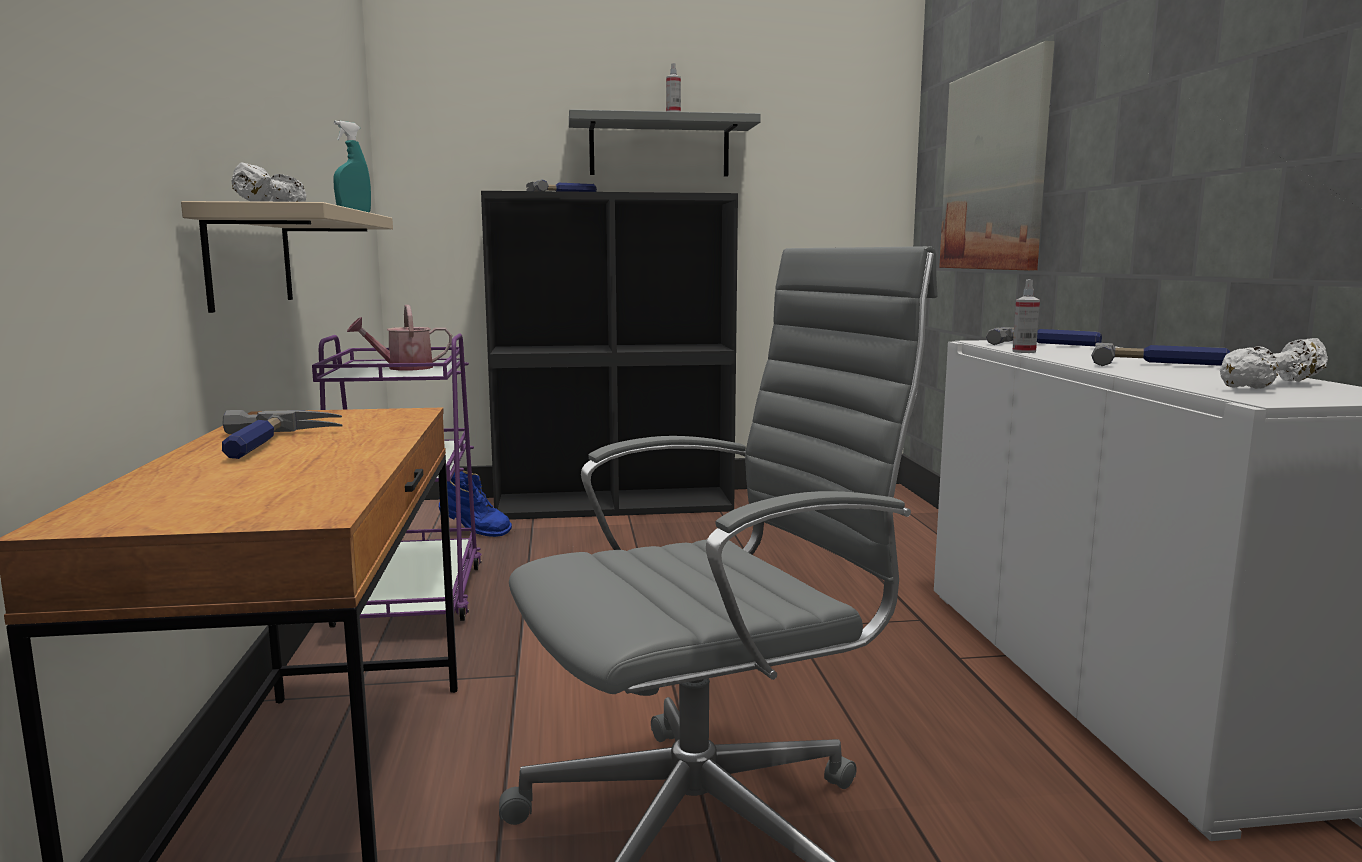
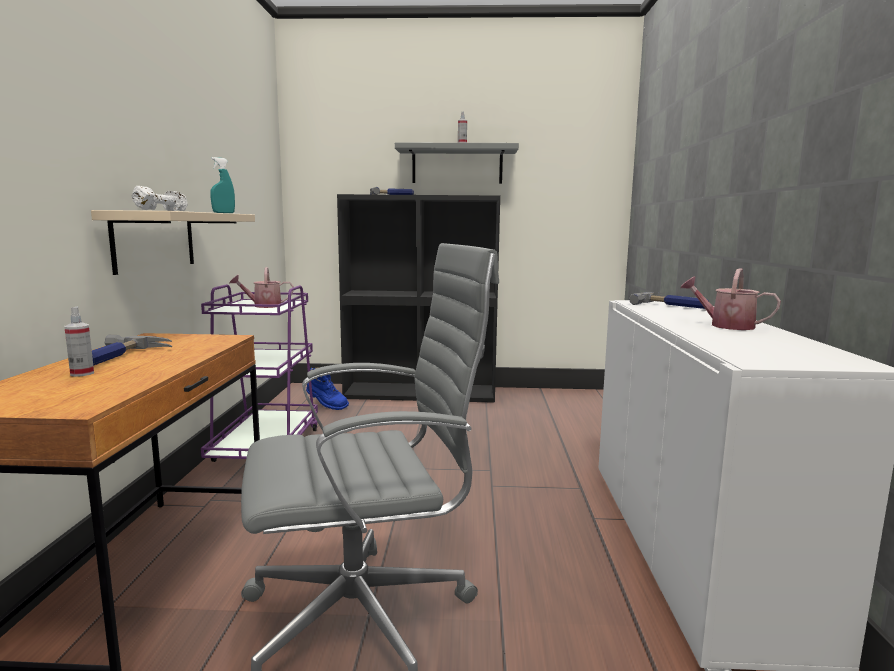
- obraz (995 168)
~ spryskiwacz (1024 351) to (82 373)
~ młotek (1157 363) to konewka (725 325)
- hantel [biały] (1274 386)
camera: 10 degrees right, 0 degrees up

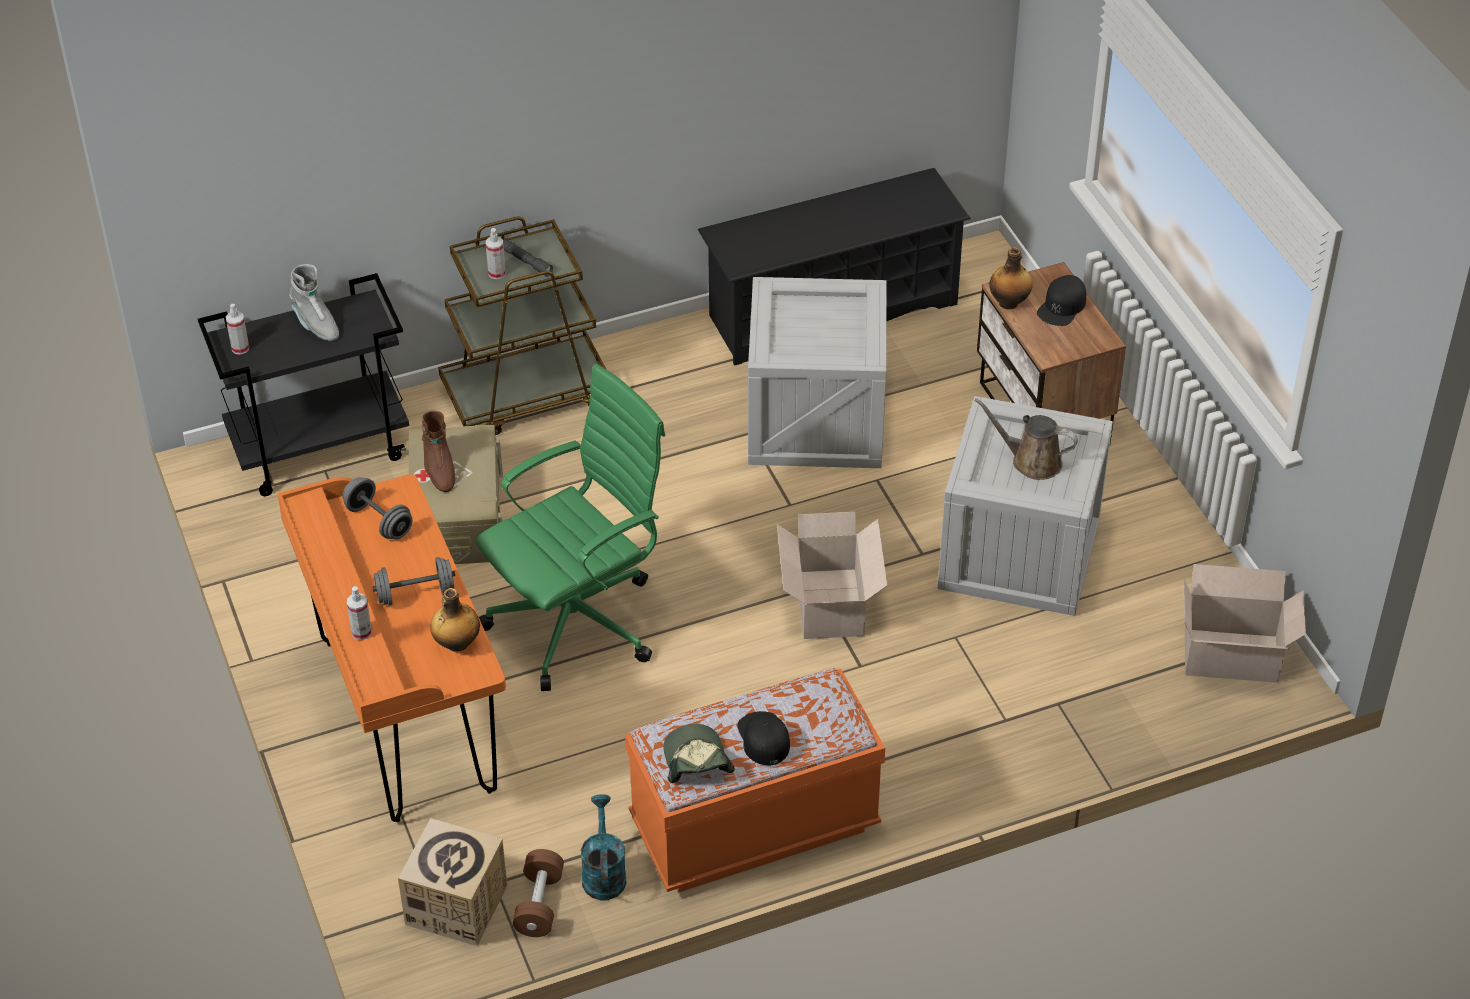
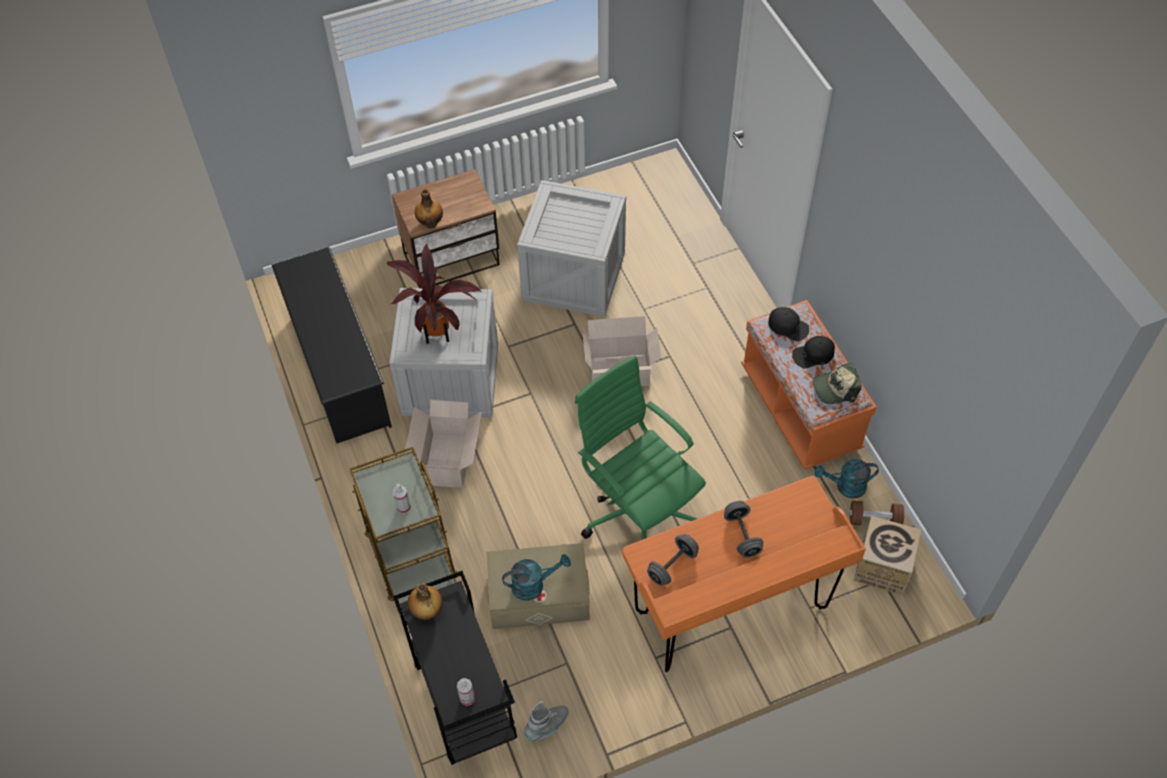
~ but z cholewką [szary] (315 324) to (547 726)
- spryskiwacz (361 632)
~ but z cholewką [brązowy] (439 470) to konewka [turkusowy] (534 584)
~ butelka (456 644) to (427 611)
- latarka [szary] (526 262)
- konewka [brązowy] (1031 461)
~ czapka z daszkiem [czarny] (1062 306) to (788 326)
~ karton (1234 656) to (448 459)
+ roślina doniczkowa (439 331)
camera: 90 degrees left, 10 degrees up

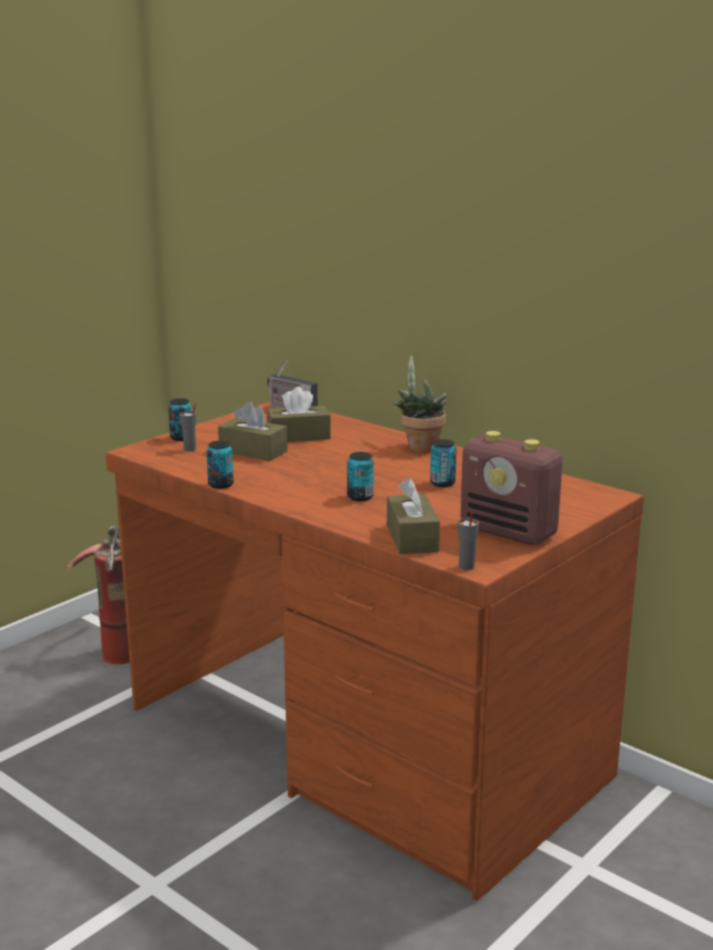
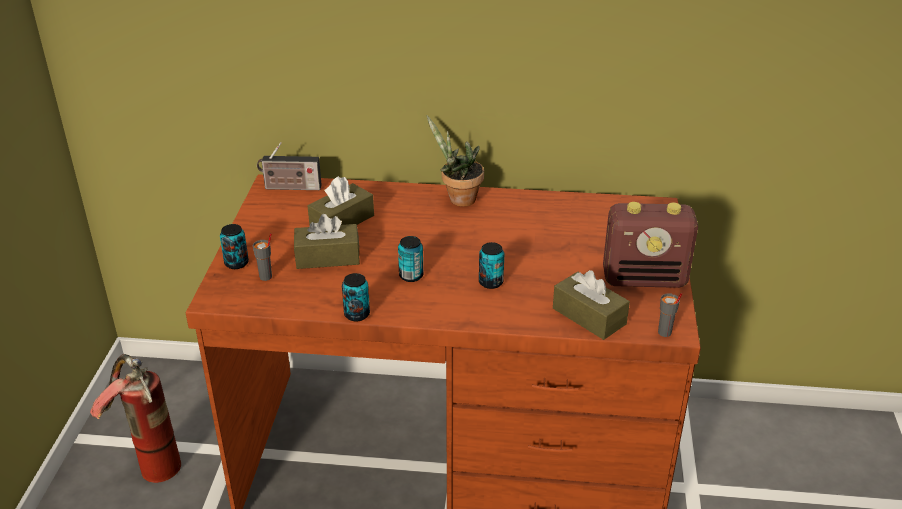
~ puszka (442 483) to (411 276)
camera: 35 degrees left, 15 degrees up

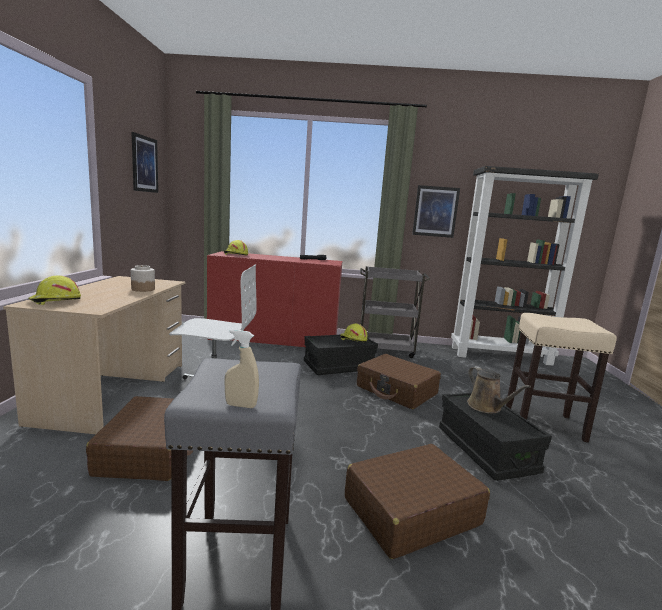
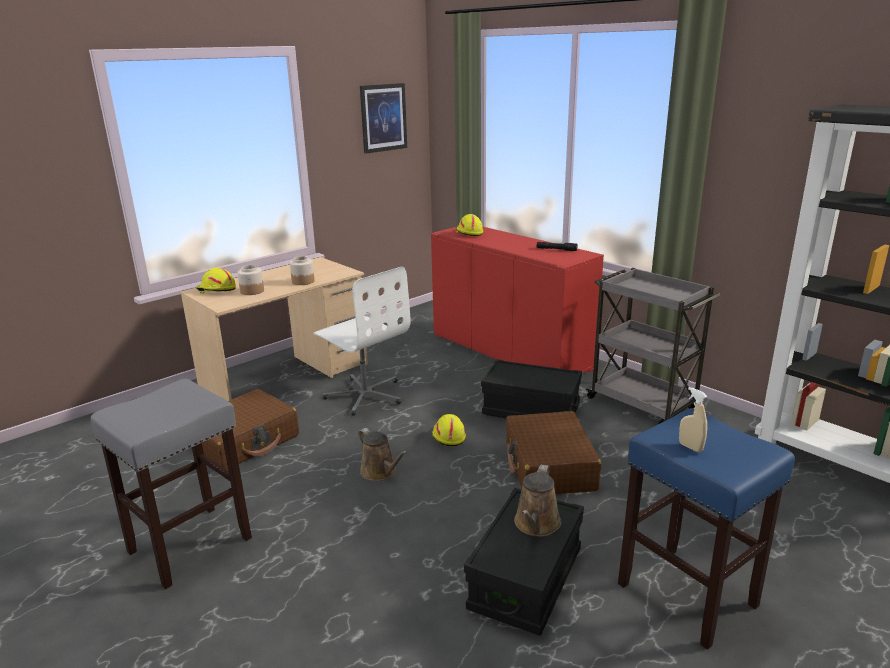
~ spryskiwacz [beżowy] (241 405) to (690 447)
~ kask [żółty] (353 339) to (448 436)
- walizka [brązowy] (411 511)
- obraz (435 211)
~ stołek [beżowy] (544 424) to stołek [niebieski] (688 595)
+ słoik (252 291)
+ konewka [brązowy] (380 472)
camera: 45 degrees right, 10 degrees up

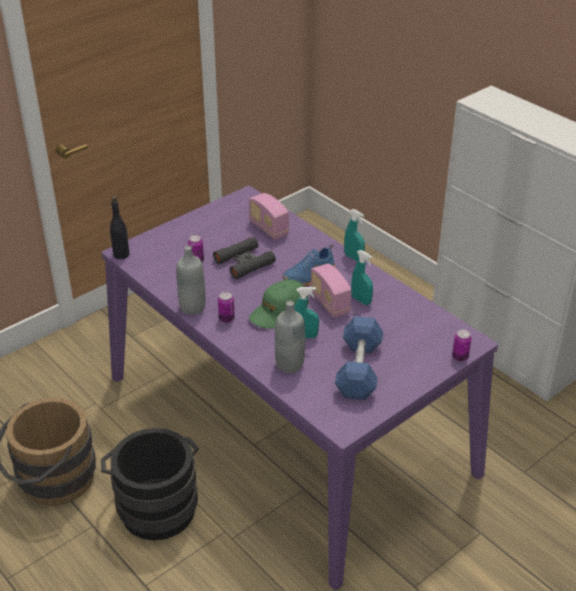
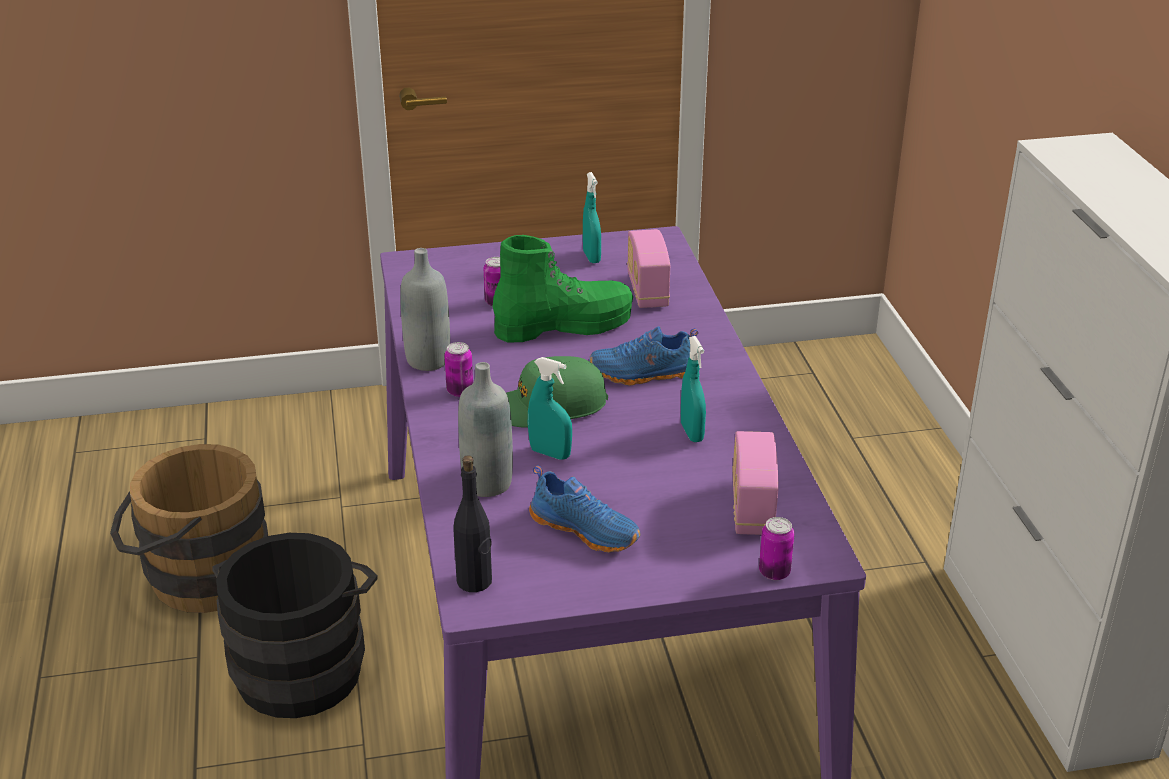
~ butelka [czarny] (121 254) to (474 581)
~ lornetka [czarny] (244 263) to but z cholewką [zielony] (563 325)
~ radio (329 303) to (752 508)
~ hantel [niebieski] (359 369) to but [niebieski] (586 529)
~ spryskiwacz [turkusowy] (353 258) to (591 257)
camera: 30 degrees right, 5 degrees down

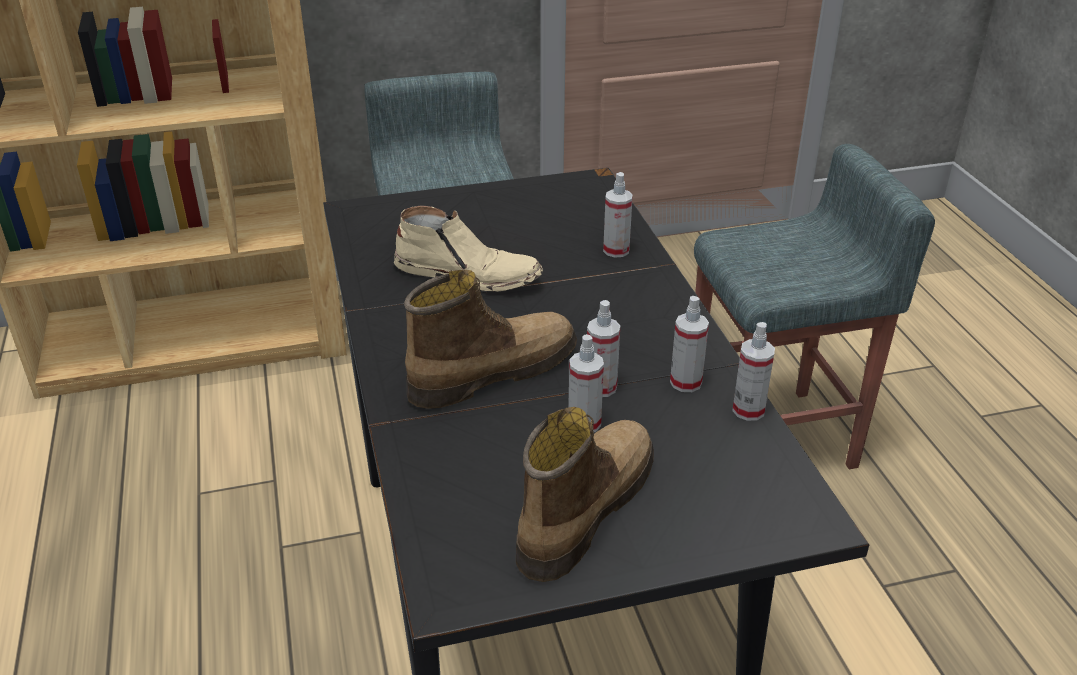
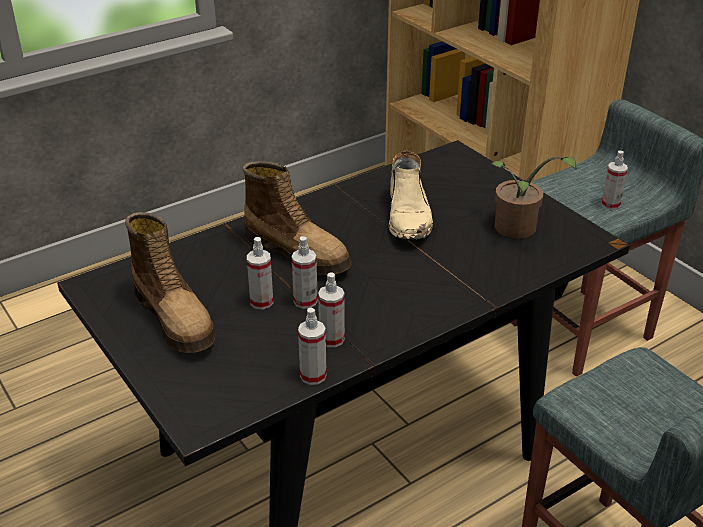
~ but z cholewką (583 509) = (176 318) 45 degrees clockwise
~ spryskiwacz (616 250) to (610 204)
+ roślina doniczkowa (518 230)
camera: 70 degrees right, 0 degrees up

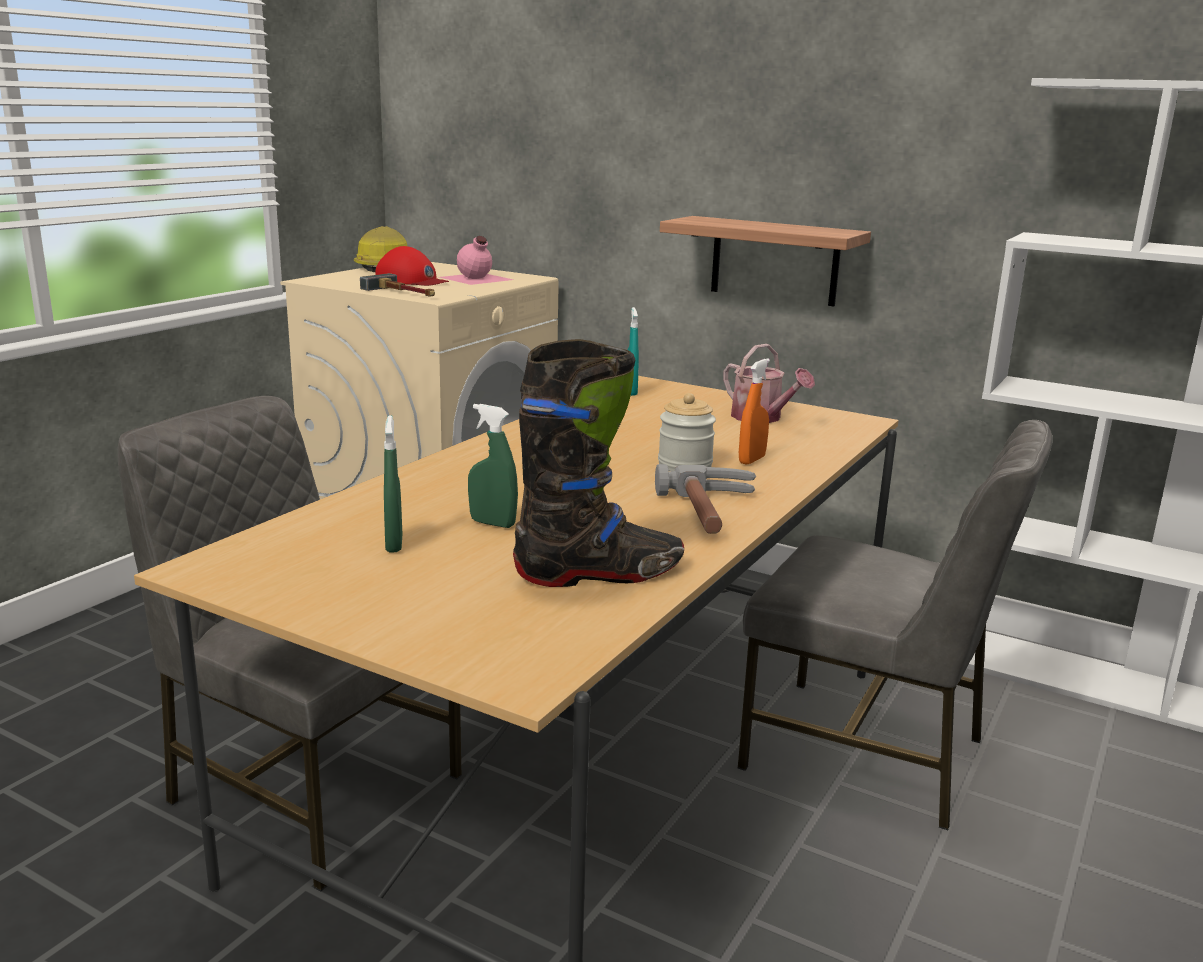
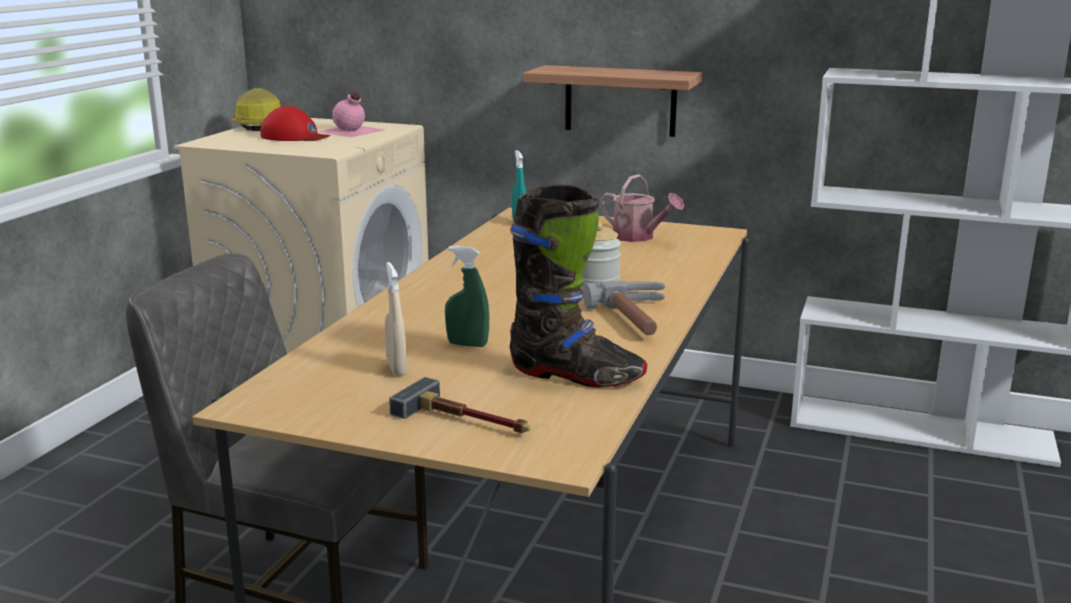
~ młotek (403 293) to (466 420)
~ spryskiwacz [zielony] (394 544) to spryskiwacz [beżowy] (396 369)
~ but z cholewką [czarny] (599 574) = (576 376) 45 degrees clockwise
- krzesło [szary] (868 753)
- spryskiwacz [pomarańczowy] (751 460)
camera: 10 degrees left, 0 degrees up

